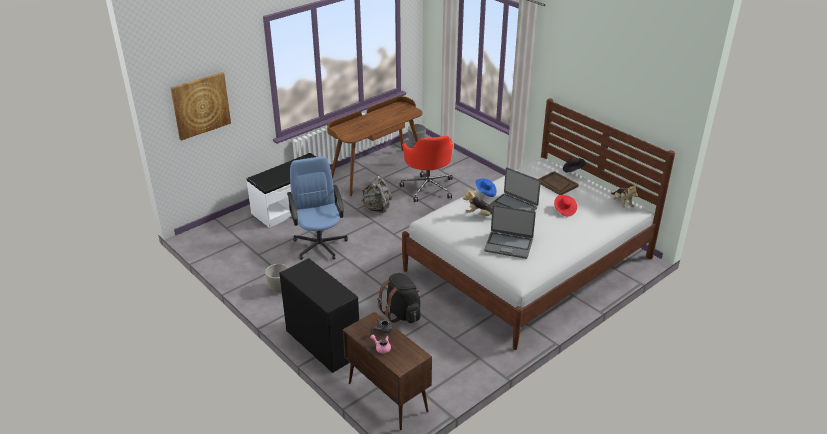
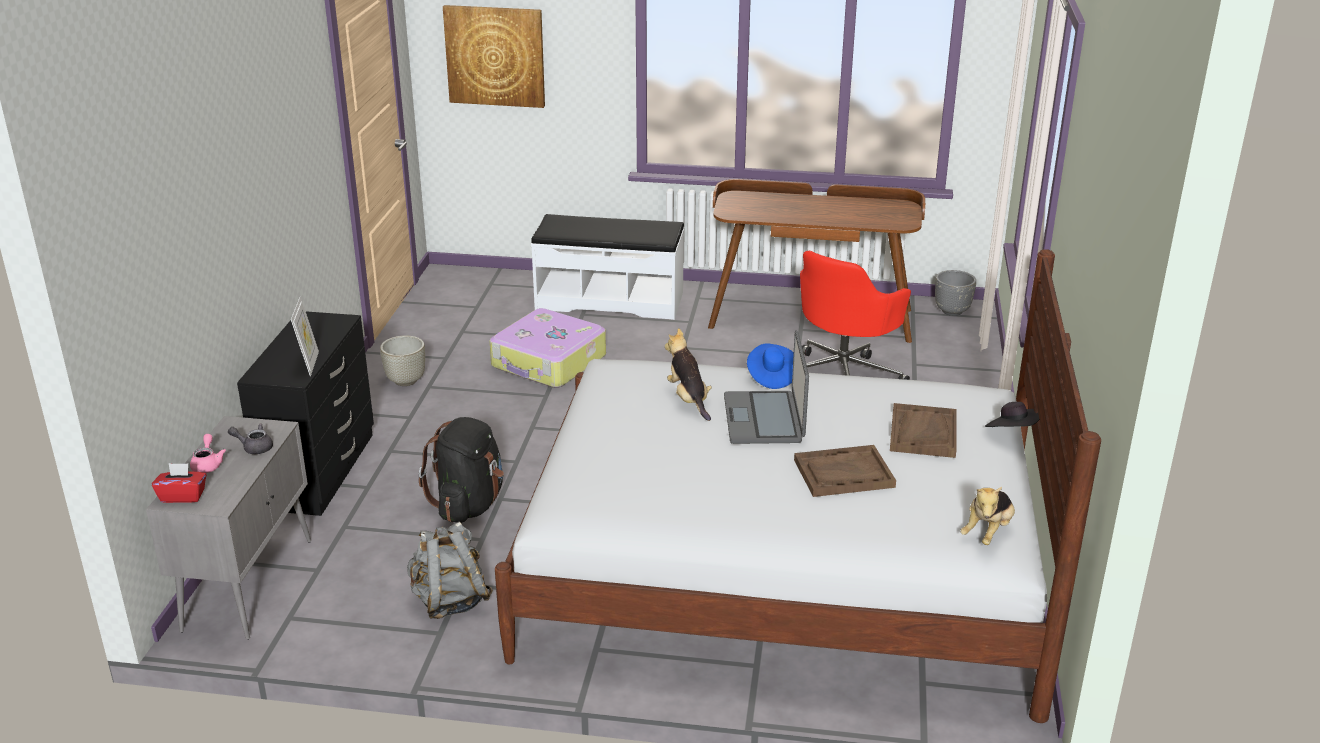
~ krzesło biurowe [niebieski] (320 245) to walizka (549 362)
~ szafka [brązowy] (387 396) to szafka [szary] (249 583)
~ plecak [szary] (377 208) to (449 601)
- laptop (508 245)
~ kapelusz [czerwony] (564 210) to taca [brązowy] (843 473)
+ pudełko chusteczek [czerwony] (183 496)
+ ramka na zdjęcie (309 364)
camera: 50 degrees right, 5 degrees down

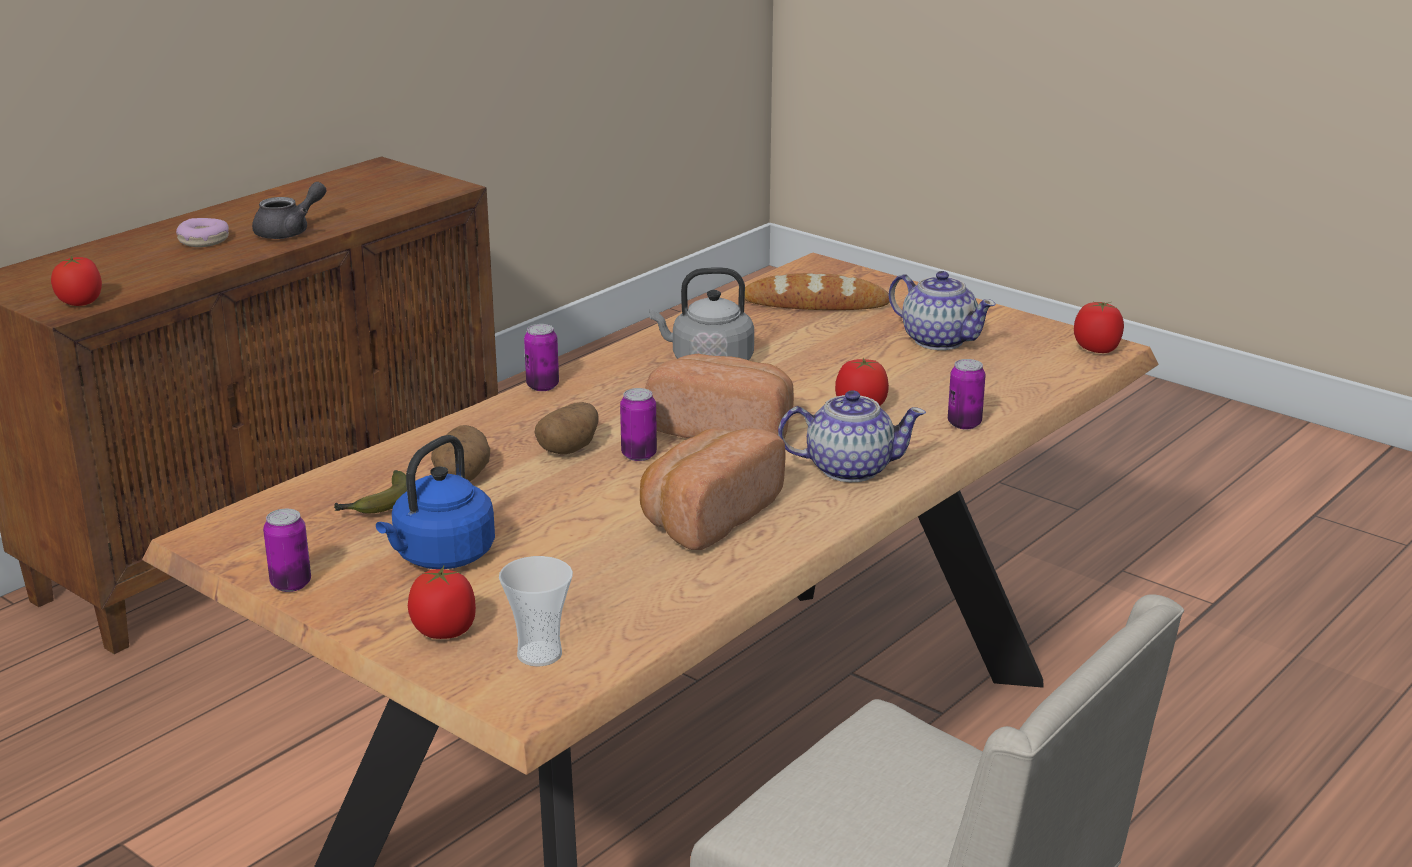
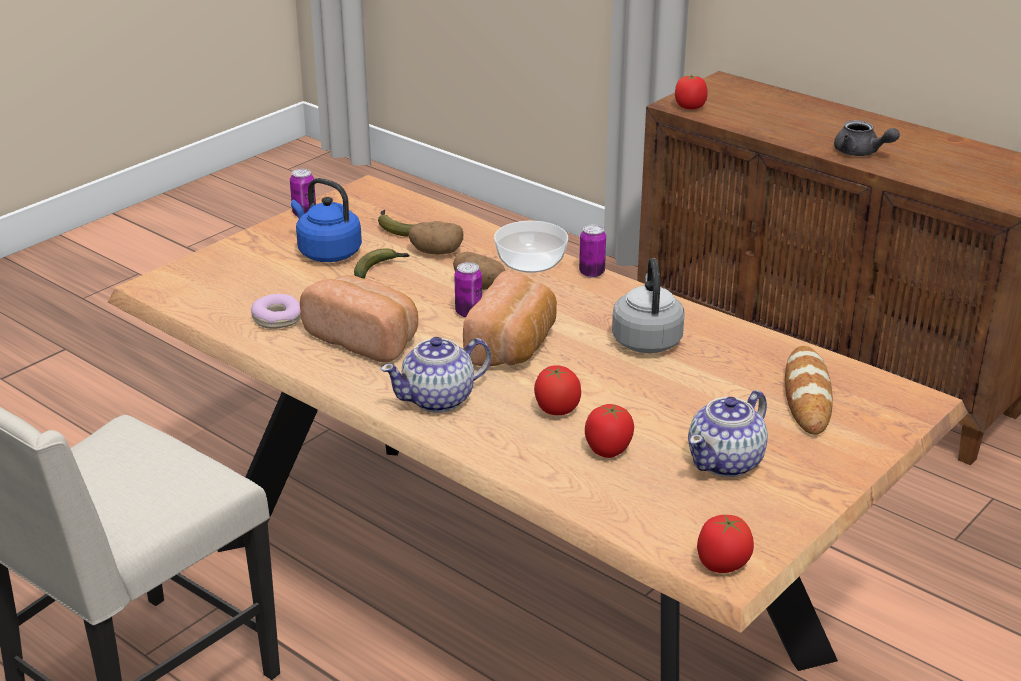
~ donut (204 240) to (277 319)
~ pomidor (444 631) to (608 450)
- filiżanka (539 654)
~ imbryk (848 468) = (439 399) 60 degrees clockwise
- puszka (964 424)
+ banan (380 269)
+ miska (532 262)
camera: 90 degrees right, 5 degrees up

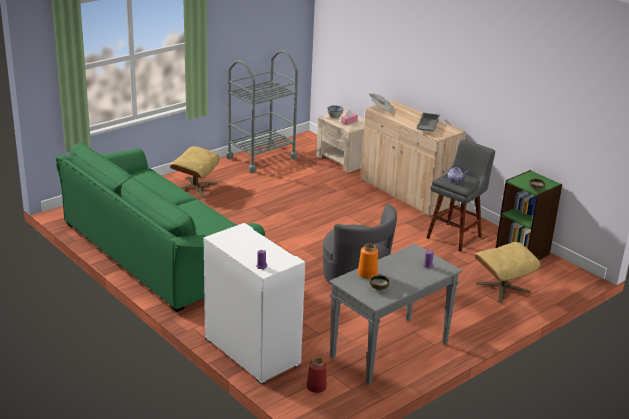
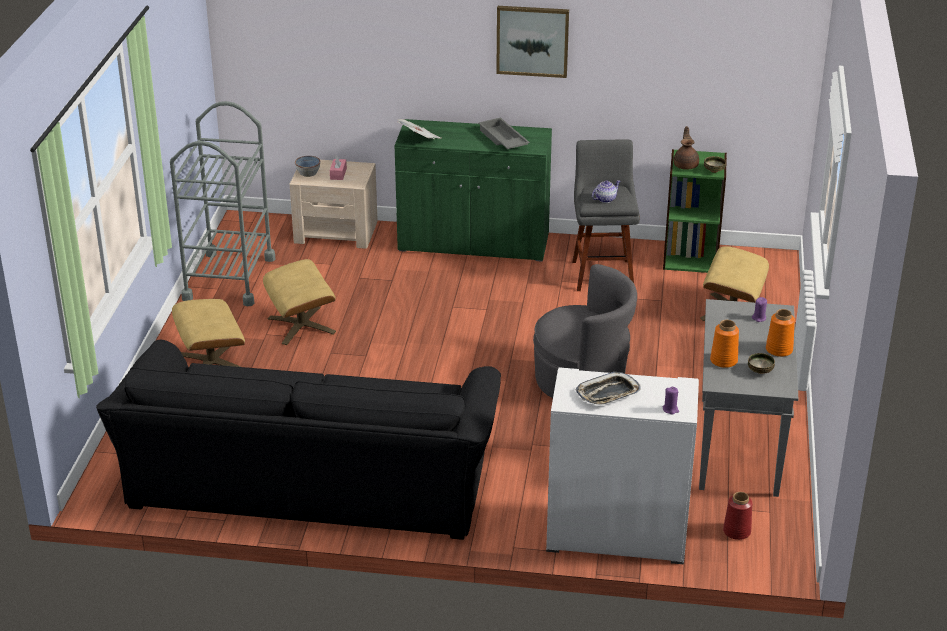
~ kanapa [zielony] (158 250) to kanapa [czarny] (311 476)
~ szafka [beżowy] (407 193) to szafka [zielony] (473 243)
+ pufa [beżowy] (302 325)
+ obraz (532 40)
+ taca (608 393)
+ imbryk [brązowy] (686 165)
+ wazon [pomarańczowy] (779 350)
camera: 40 degrees left, 5 degrees up

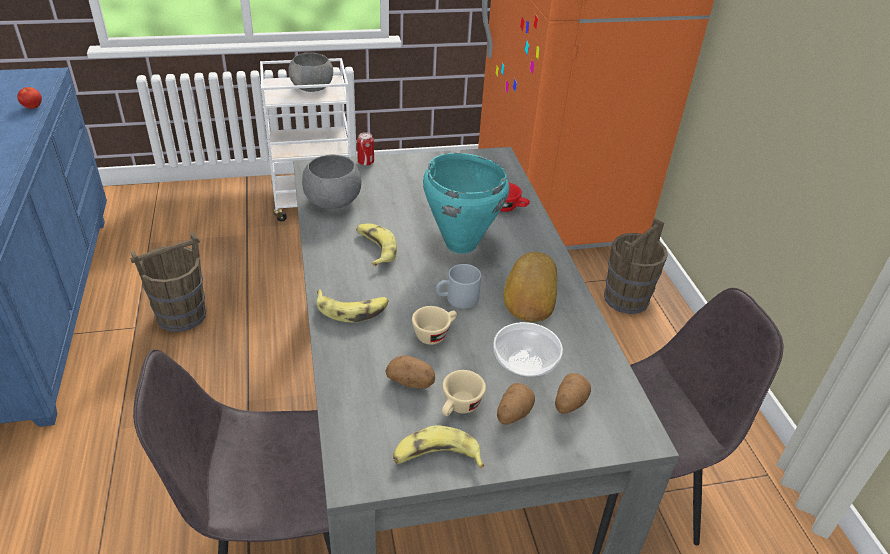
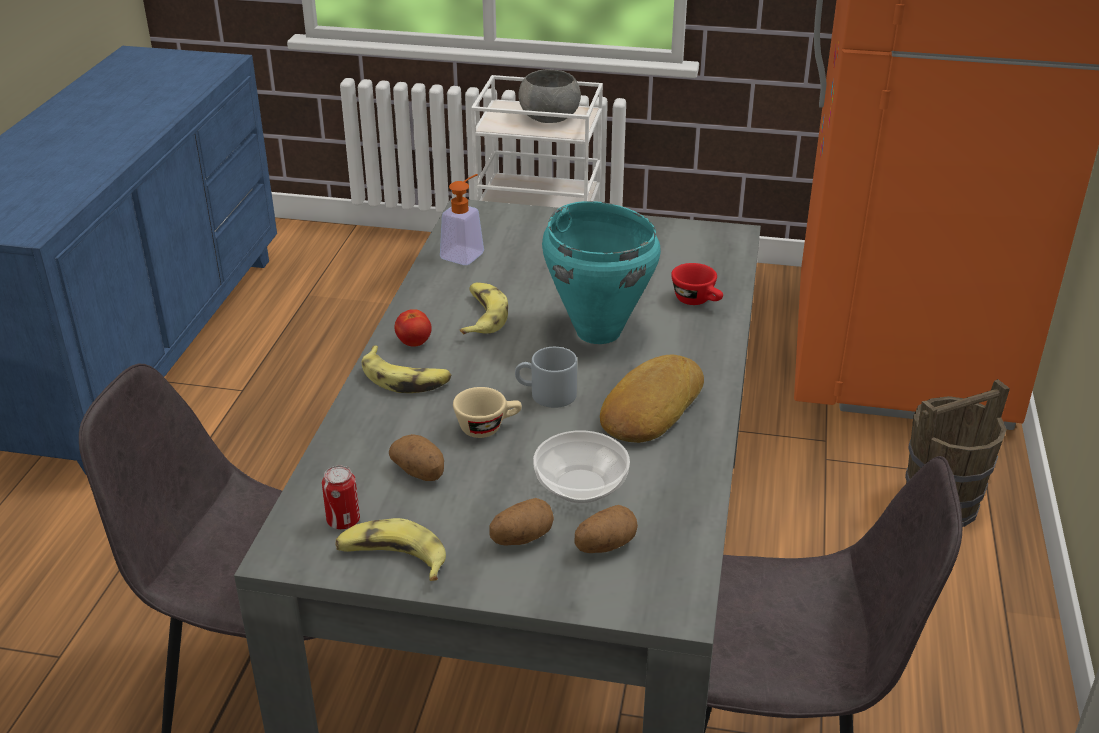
~ pomidor (32 107) to (414 343)
- wiadro [brązowy] (182 315)
~ miska [szary] (332 201) to dozownik mydła (466 253)
~ puszka (366 162) to (343 521)
- filiżanka [beżowy] (459 408)
camera: 25 degrees right, 5 degrees down

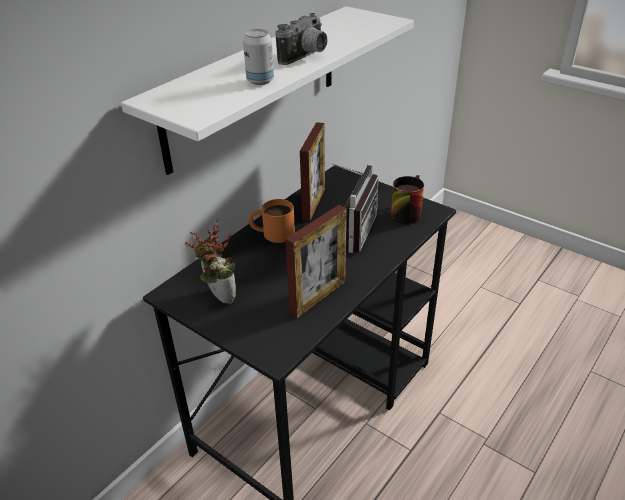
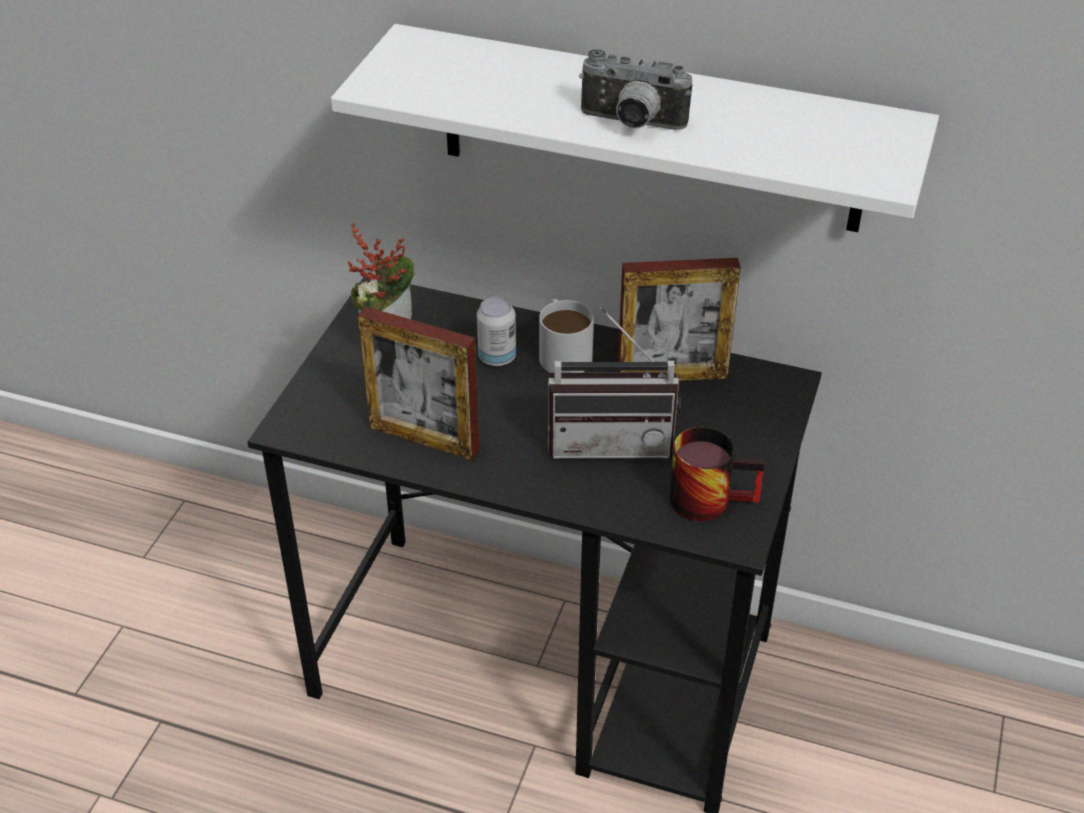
~ puszka (260 81) to (497 357)
~ kubek [pomarańczowy] (272 233) to kubek [biały] (562 351)
camera: 70 degrees right, 5 degrees up

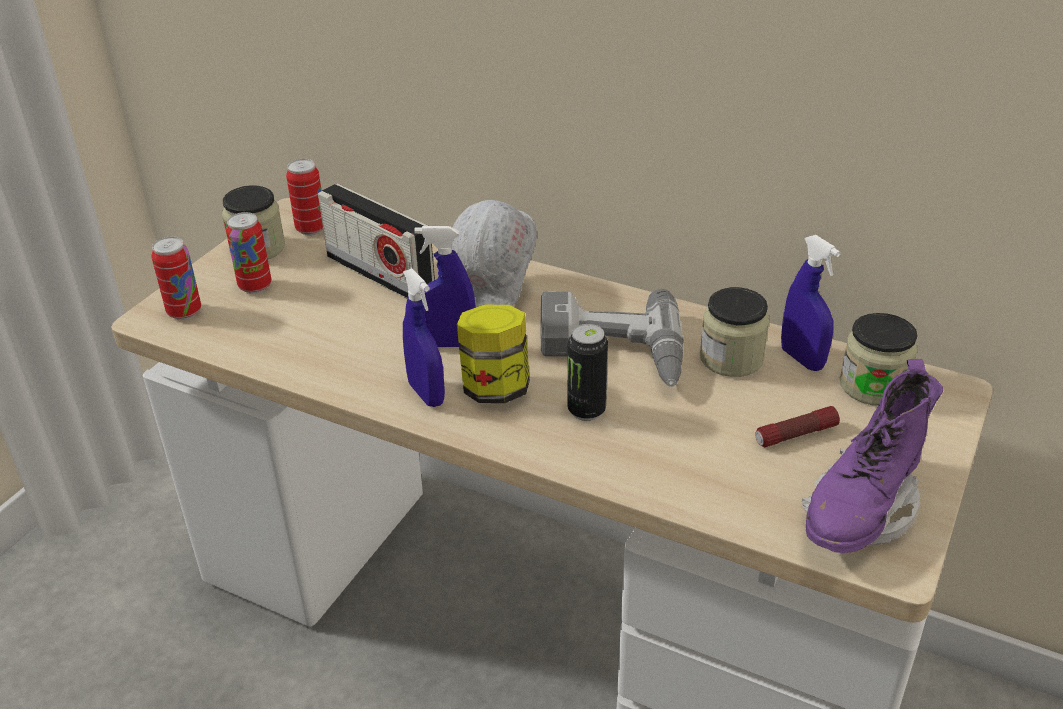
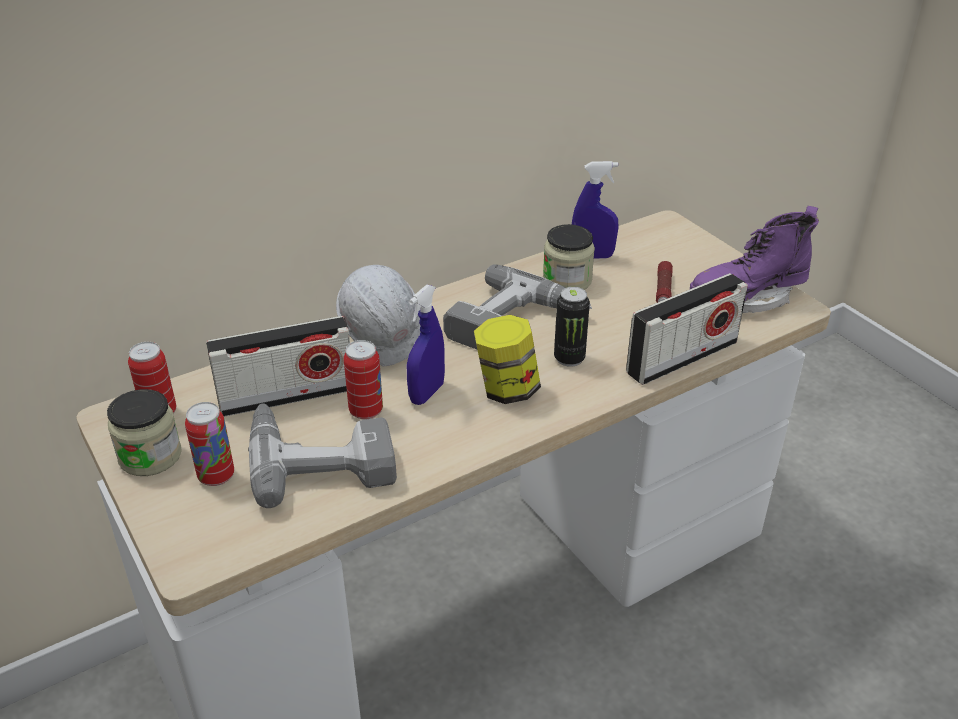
~ puszka (184 312) to (366 411)
- spryskiwacz [niebieski] (426 394)
~ but z cholewką [fioletowy] (860 511) = (747 298) 90 degrees clockwise
- słoik (872 386)
+ wiertarka (320 457)
+ radio (682 357)
camera: 60 degrees left, 0 degrees up

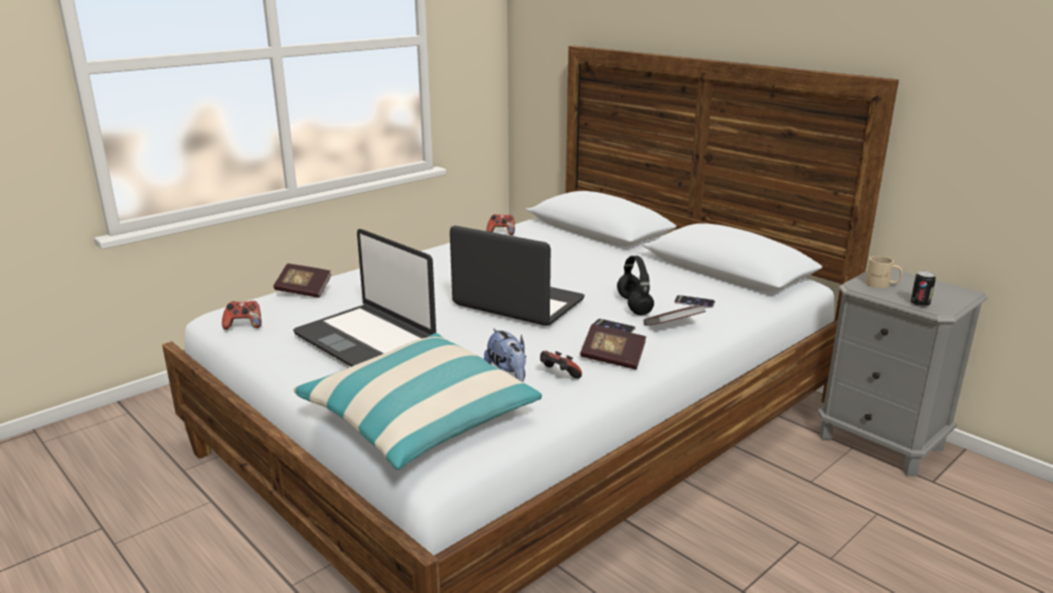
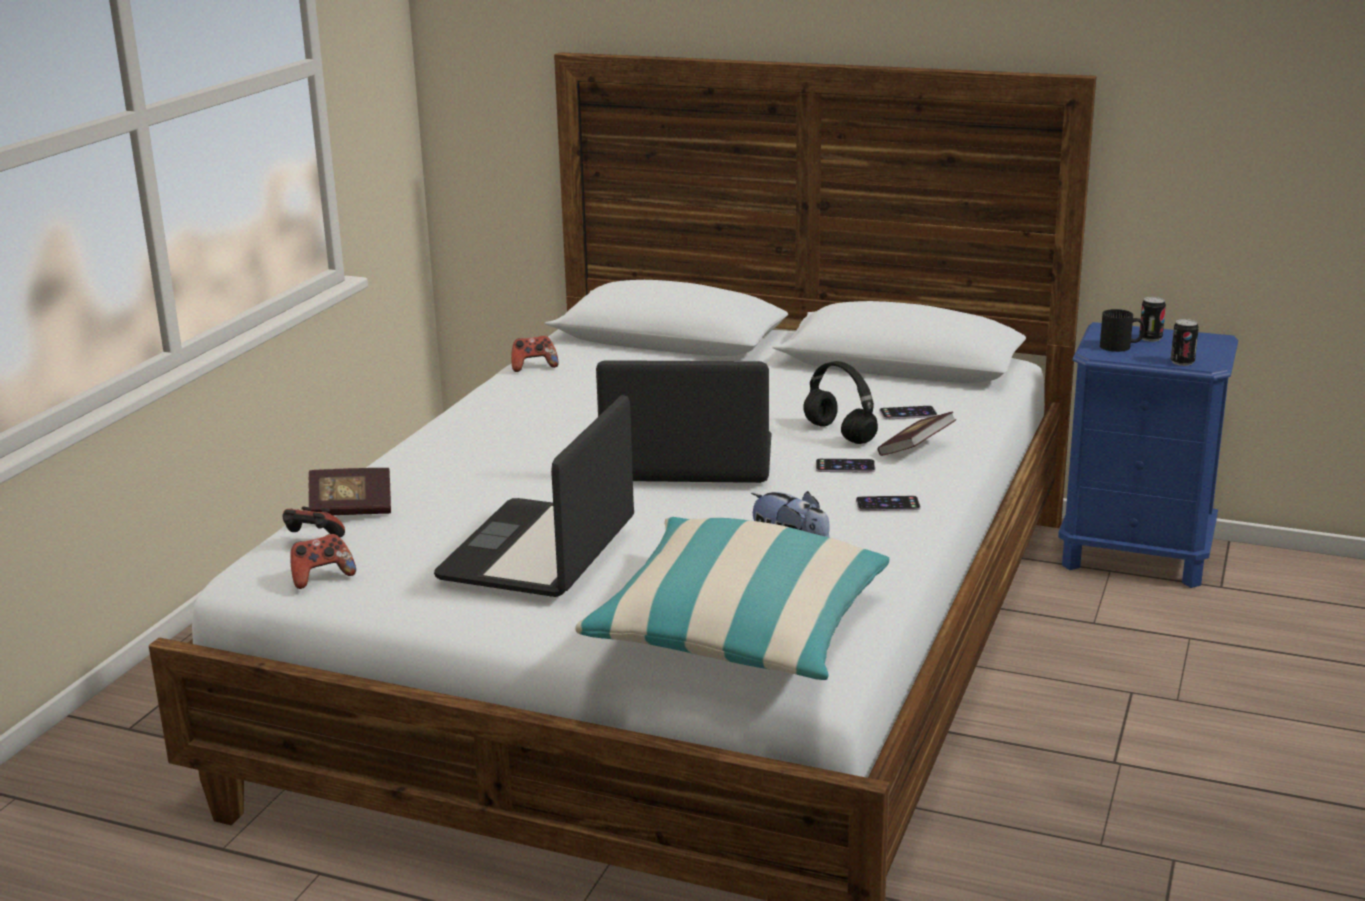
~ laptop (366 338) = (540 551) 90 degrees clockwise
~ pad do gier (558 376) to (312 540)
~ książka (612 358) to telefon (887 504)
~ szafka nocna [szary] (881 442) to szafka nocna [niebieski] (1136 556)
~ kubek [beżowy] (882 285) to kubek [czarny] (1121 346)
+ puszka (1150 338)
camera: 25 degrees left, 0 degrees up

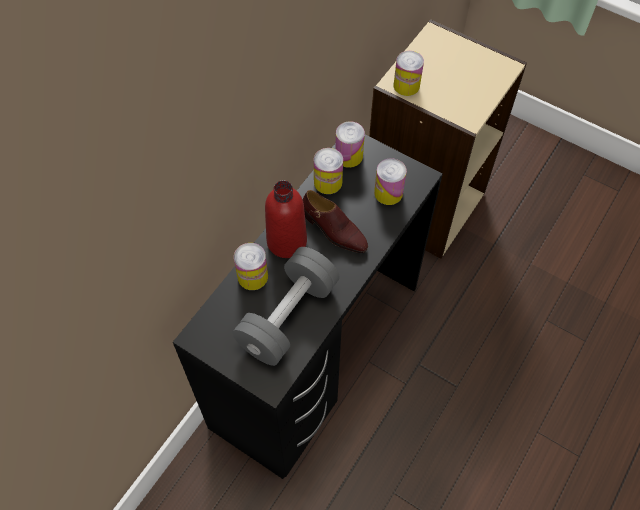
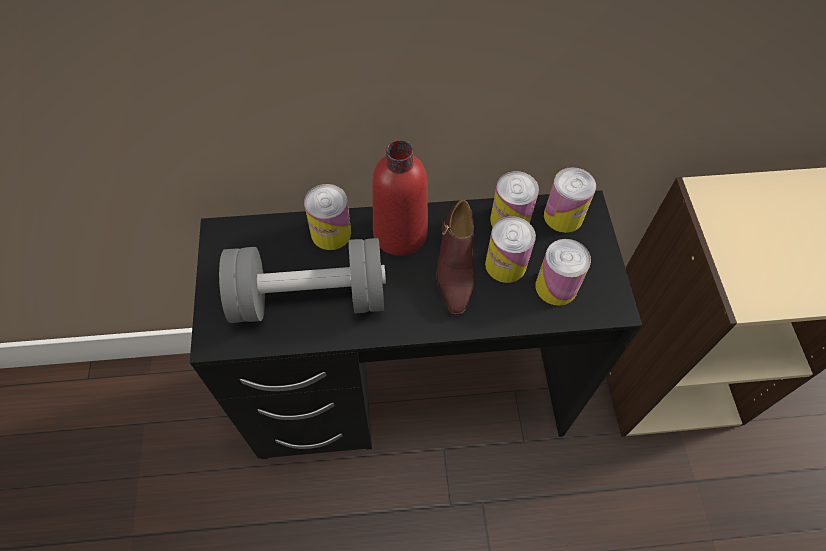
~ puszka (406 85) to (505 264)
camera: 50 degrees right, 0 degrees up

